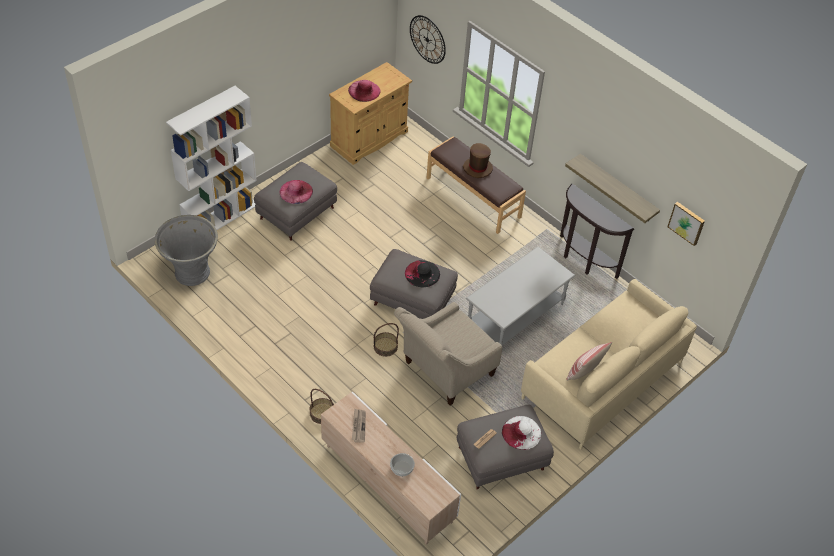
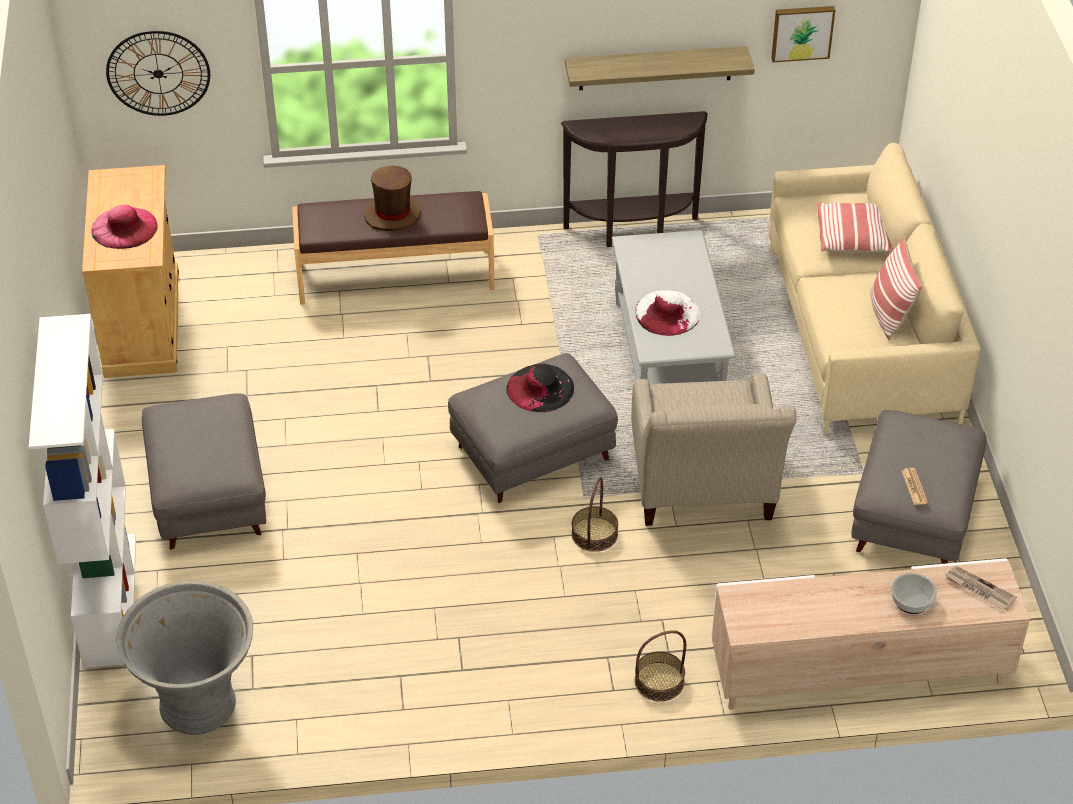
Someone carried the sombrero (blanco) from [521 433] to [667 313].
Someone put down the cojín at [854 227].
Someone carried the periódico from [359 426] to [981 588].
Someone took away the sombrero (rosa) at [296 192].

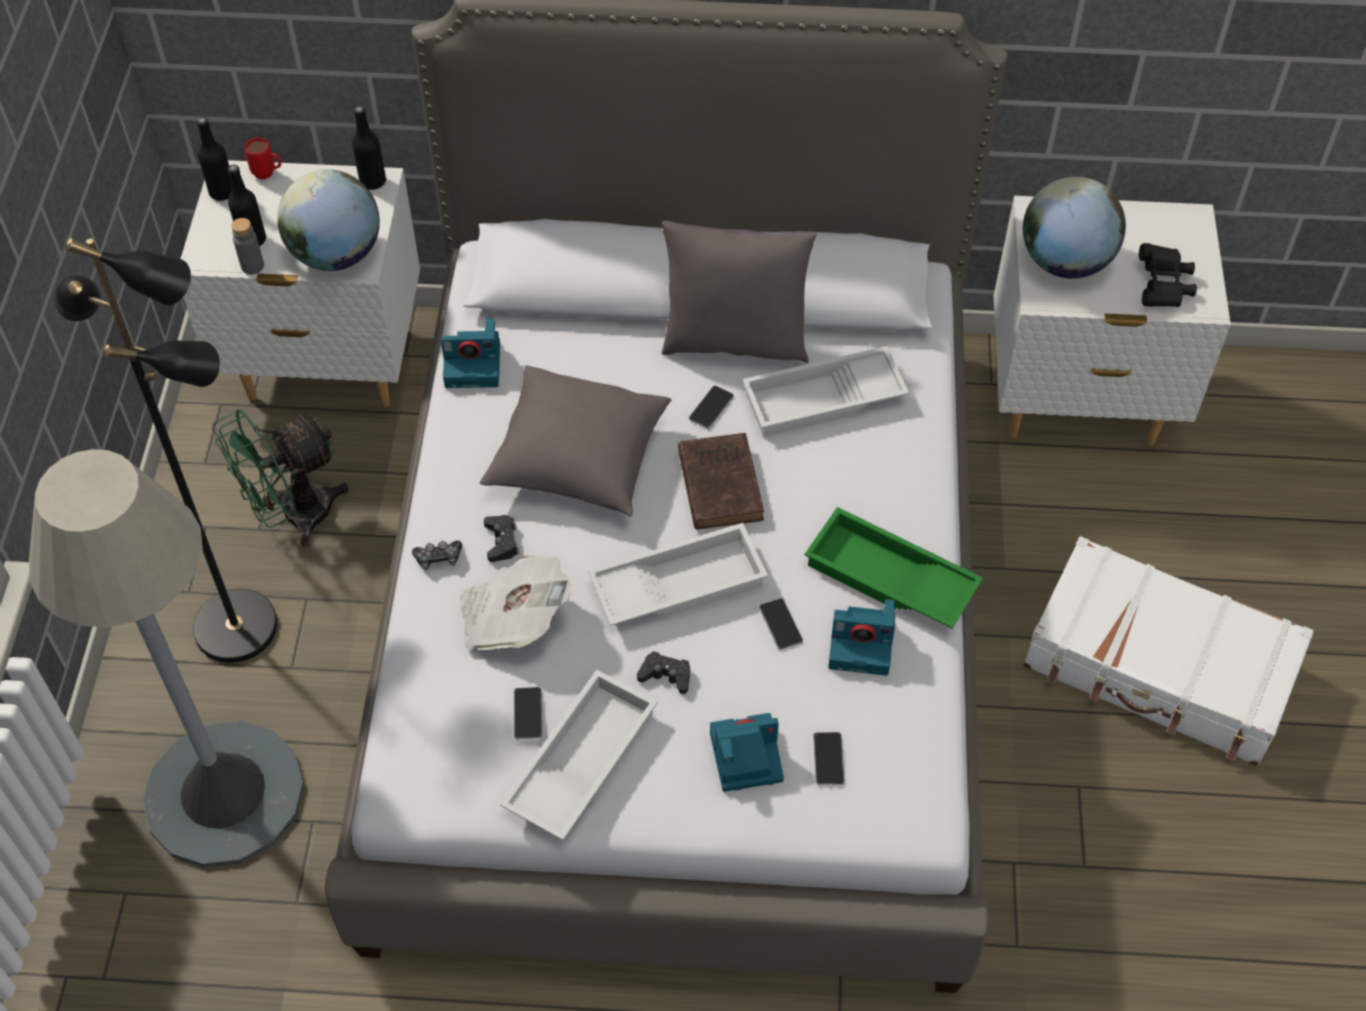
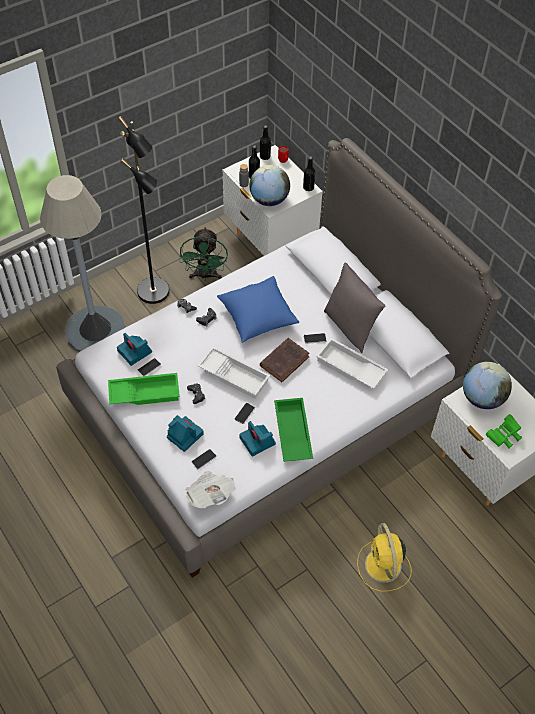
Someone repainted the bandeja (blanco) at [579 755], which became the bandeja (verde) at [144 389].
Someone carried the cámara from [470 353] to [134 349].
Someone rotated the ventilador (verde) at [280 478] by 105 degrees counterclockwise.
Someone carried the periódico from [515 602] to [210 489].
Someone repainted the cojín (gris) at [575 441], which became the cojín (azul) at [258 309].
Someone swapped the maleta (blanco) at [1169 651] for the ventilador (amarillo) at [384 557].
Someone repainted the prismáticos (negro) at [1168 275], which became the prismáticos (verde) at [504 431].

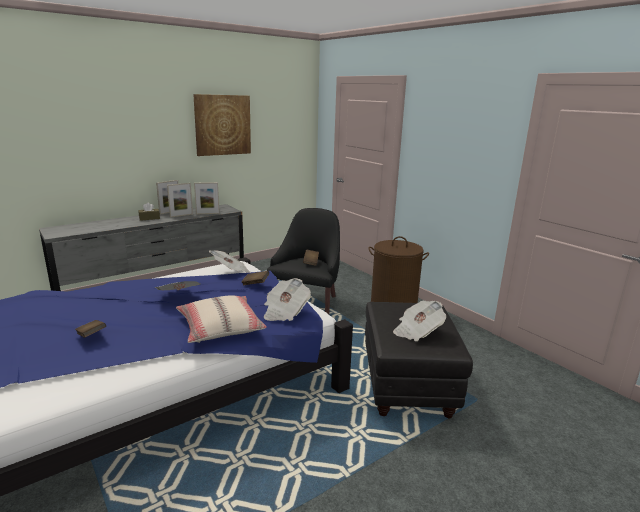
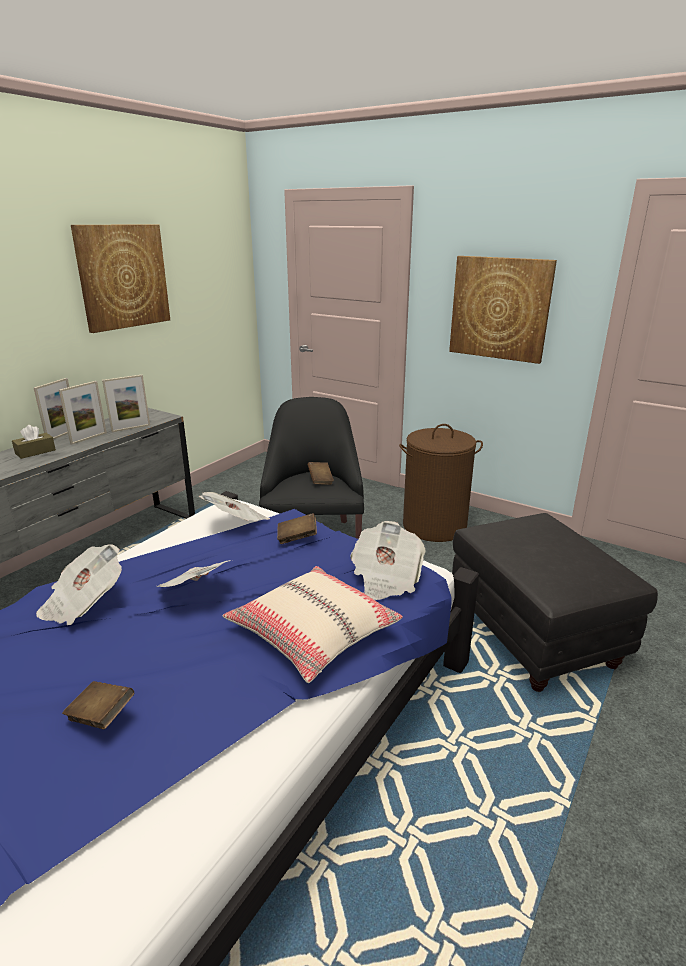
Someone carried the periódico from [419 321] to [79 584].
Someone put up the cuadro at [503 310].

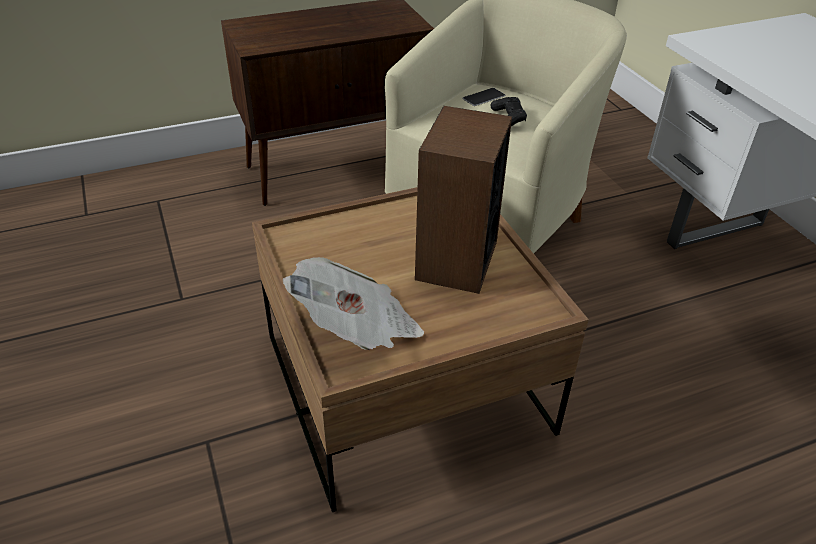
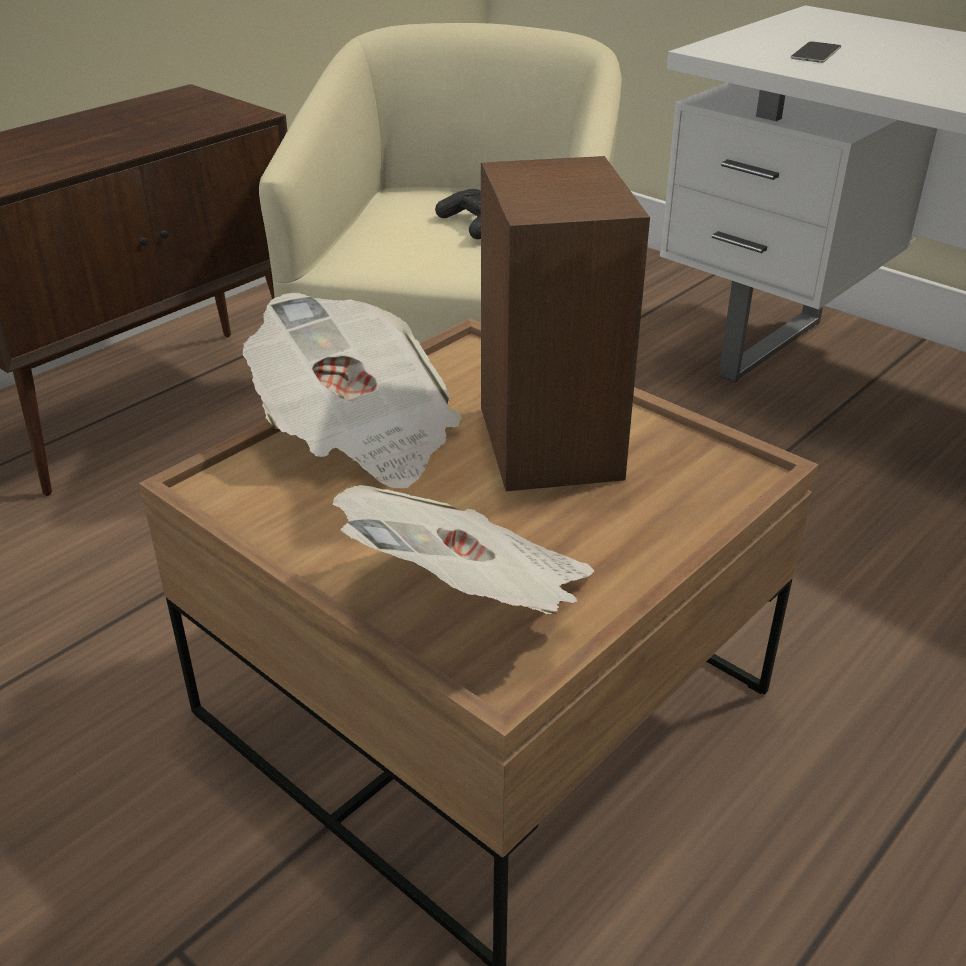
Someone put down the periódico at [352 390].
Someone carried the móvil from [484 97] to [816 52].

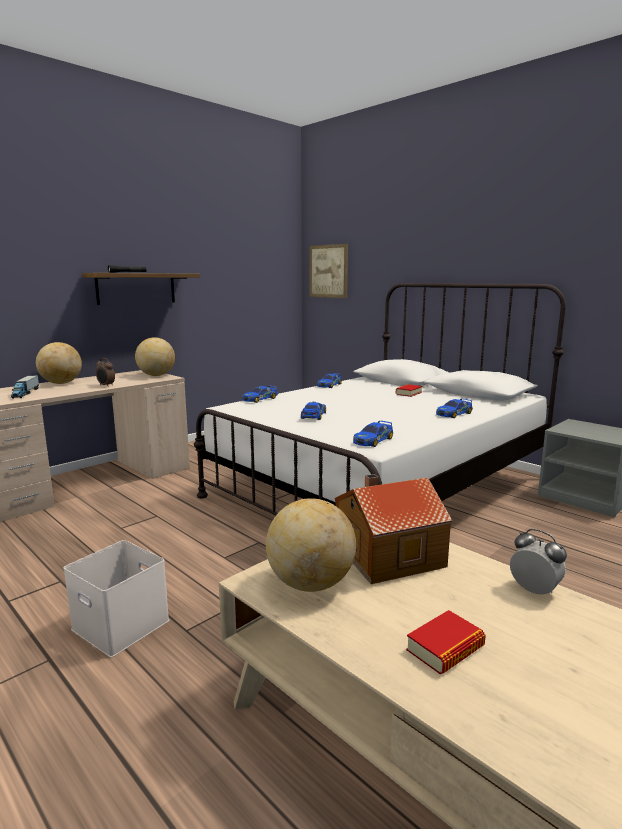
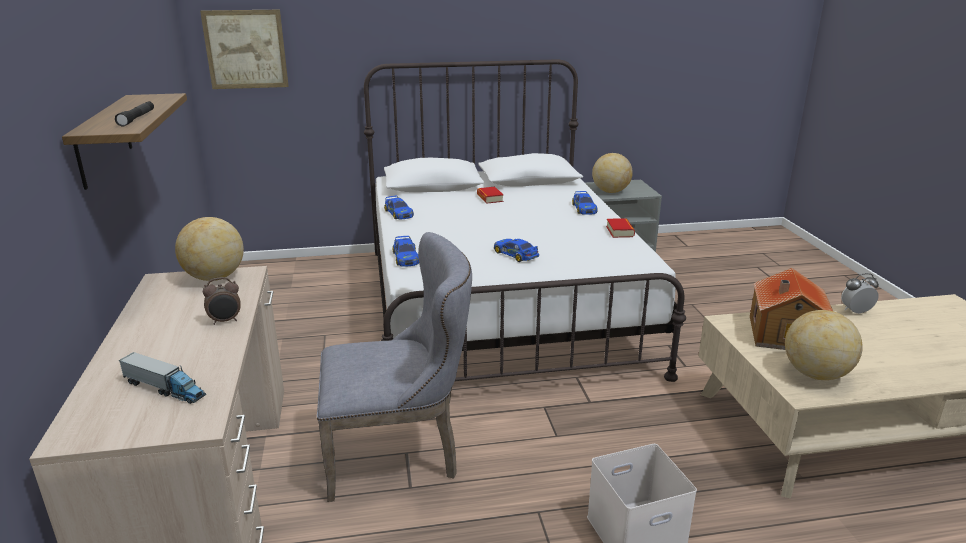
Someone put down the silla (gris) at [394 367].
Someone carried the globo terráqueo from [59 363] to [612 173].
Someone carried the libro from [446 642] to [620 228].
Someone took away the coche de juguete at [373 434].

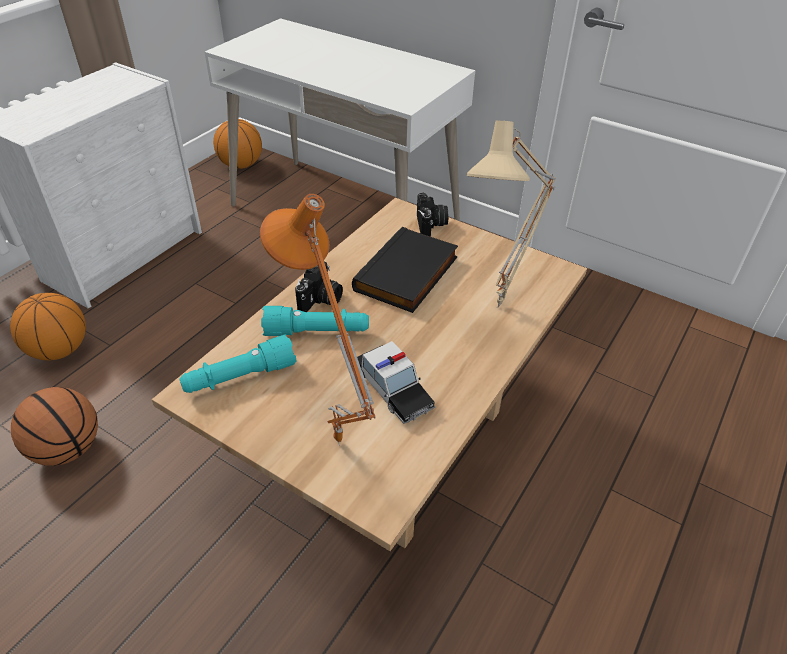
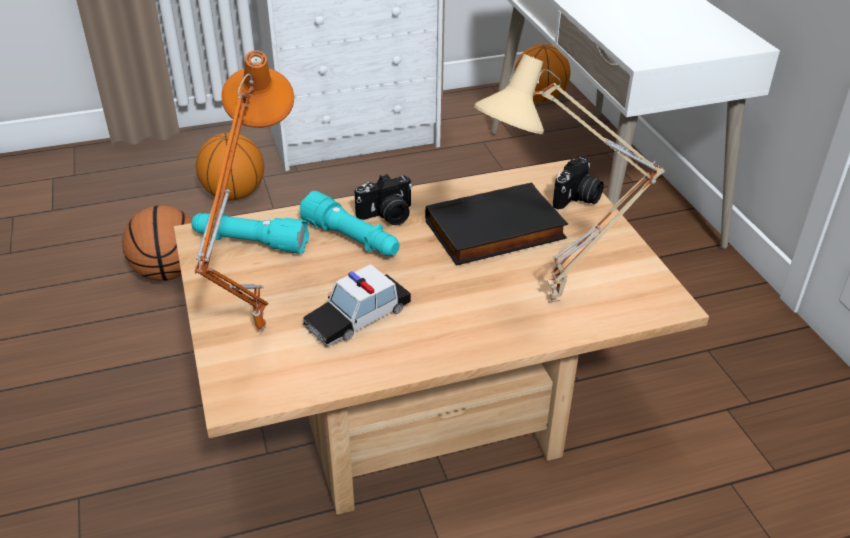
Someone rotated the coche de juguete at [396 382] by 45 degrees clockwise.

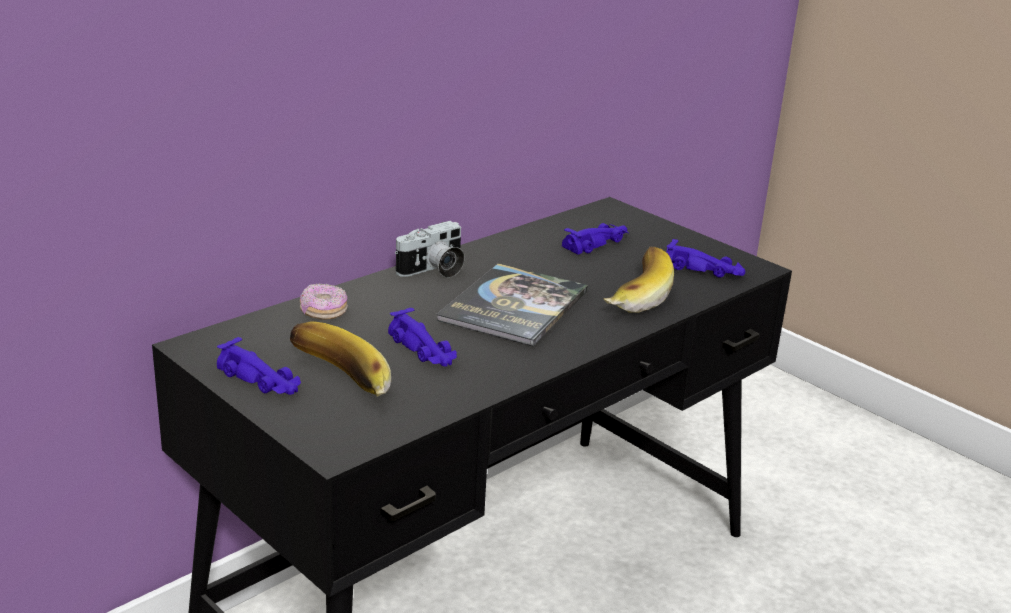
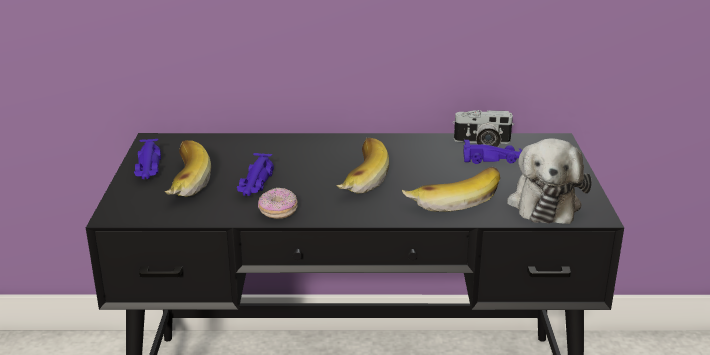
Someone carried the rosquilla from [324 302] to [278 203].
Someone swapped the libro at [512 304] for the plátano at [362 166].
Someone carried the cámara from [430 249] to [483 128].
Someone swapped the coche de juguete (morado) at [705 258] for the peluche at [549 181].

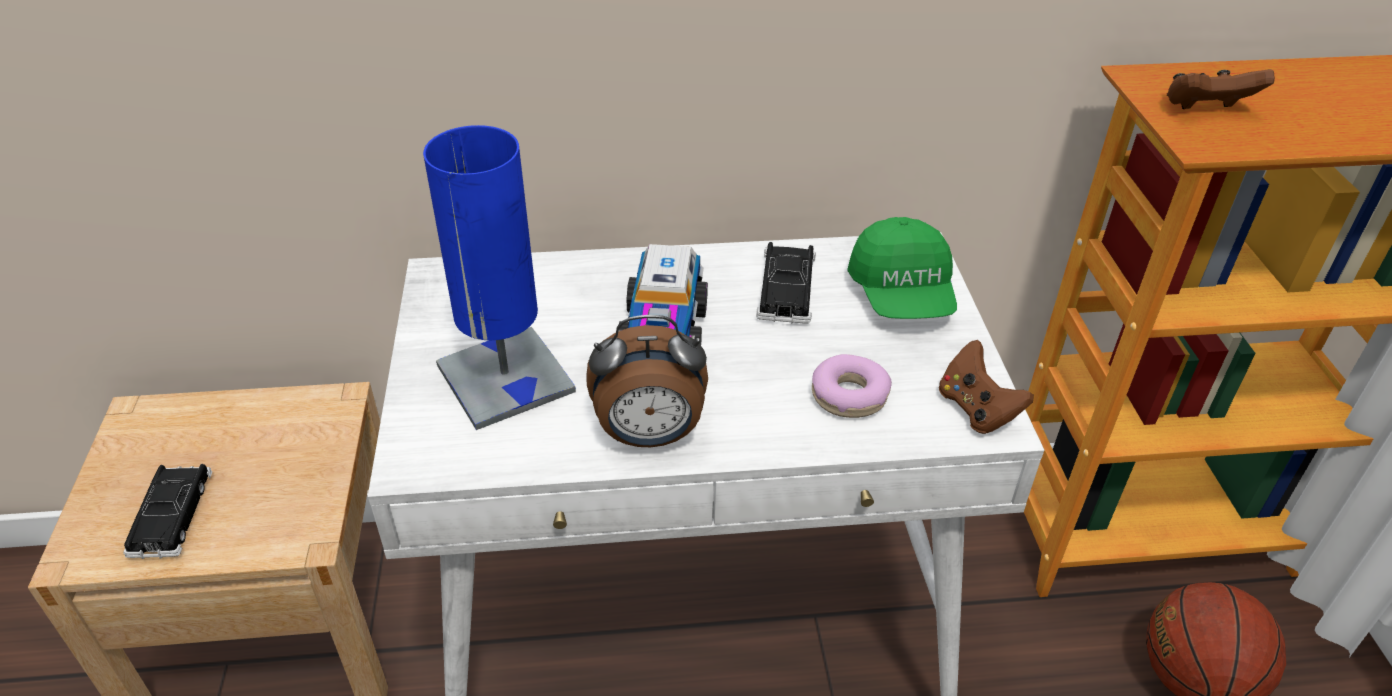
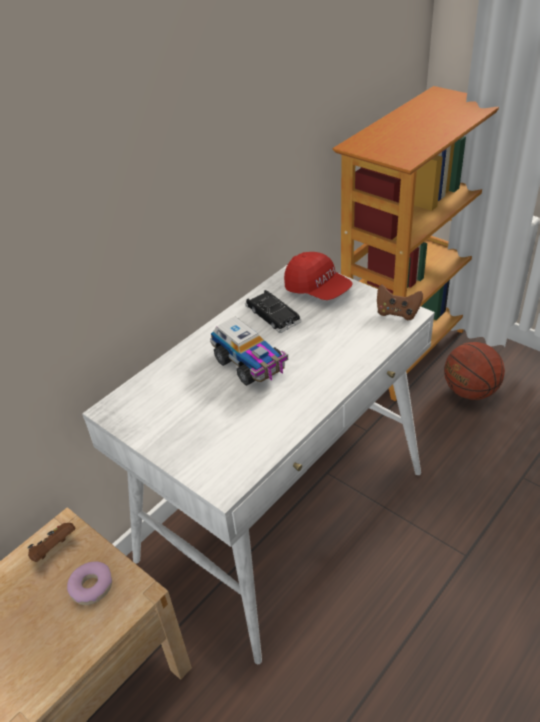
Someone carried the mando de consola (marrón) from [1221 89] to [52 542].
Someone carried the rosquilla from [852 386] to [89 583].
Someone repainted the gorra (verde) at [902 268], which became the gorra (rojo) at [318 276].
Someone took away the coche de juguete (negro) at [167 511].
Someone took away the lámpara de mesa (azul) at [499 277].
Someone took away the despertador at [647 381].

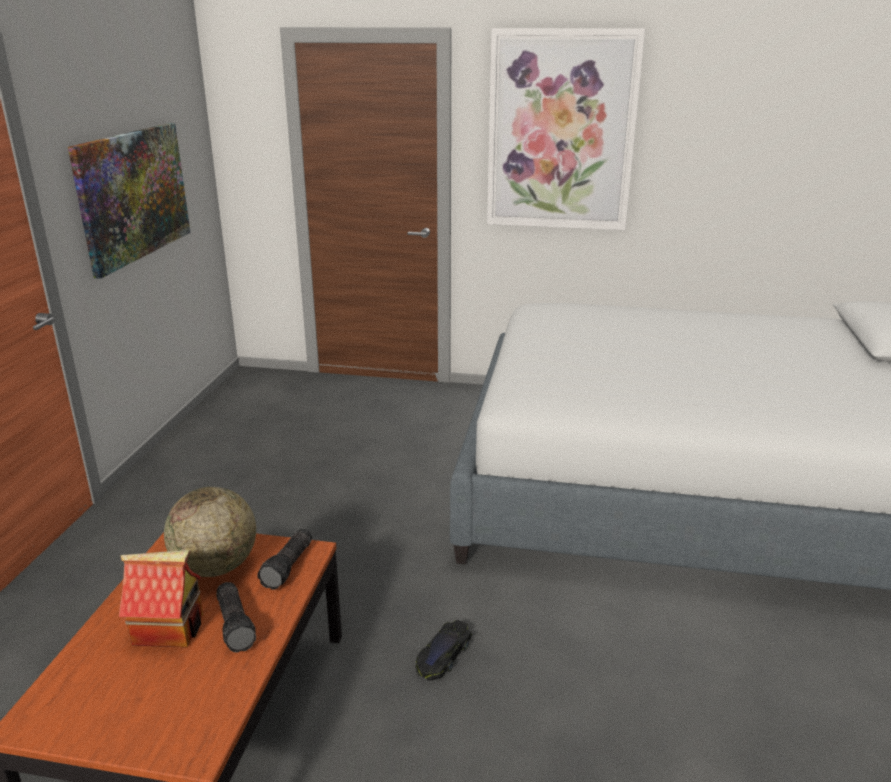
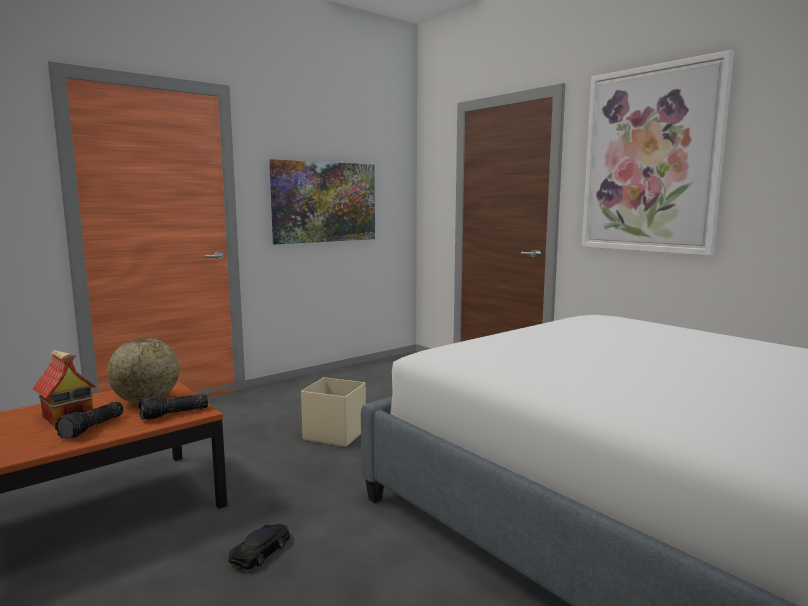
Someone rotated the coche de juguete (negro) at [443 650] by 135 degrees clockwise.
Someone put down the caja de almacenaje (beis) at [333 412].

